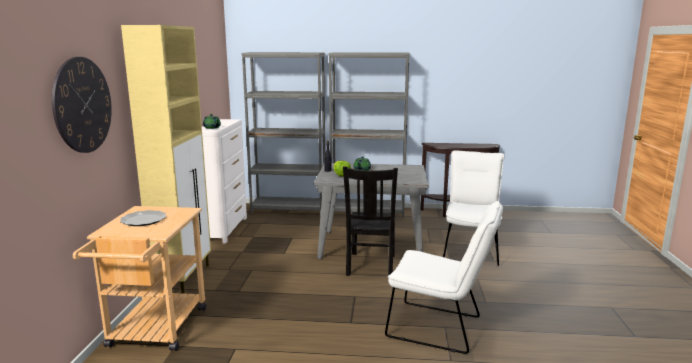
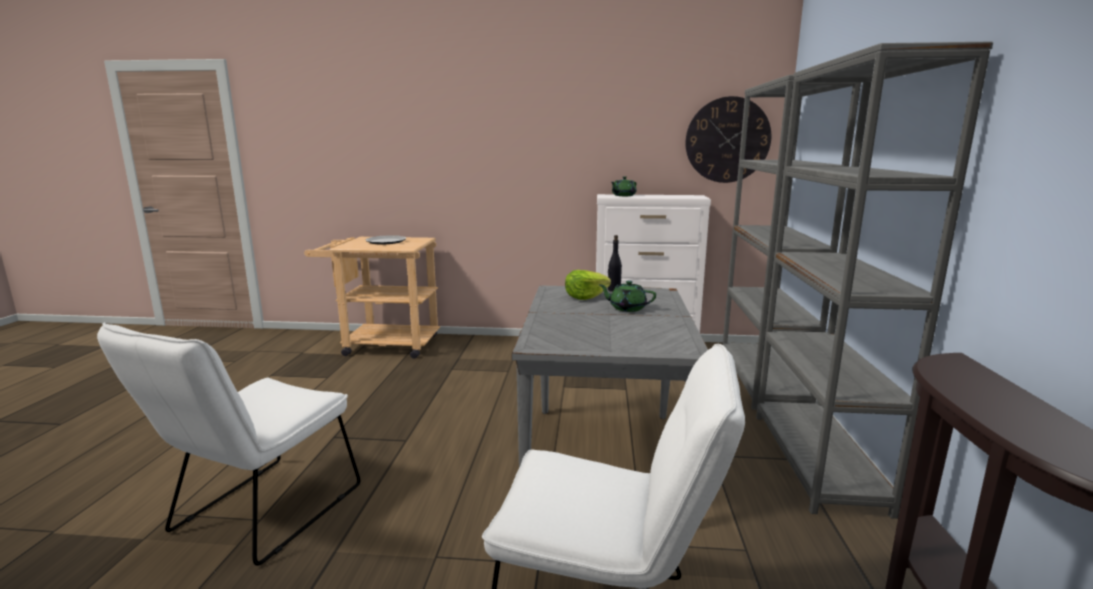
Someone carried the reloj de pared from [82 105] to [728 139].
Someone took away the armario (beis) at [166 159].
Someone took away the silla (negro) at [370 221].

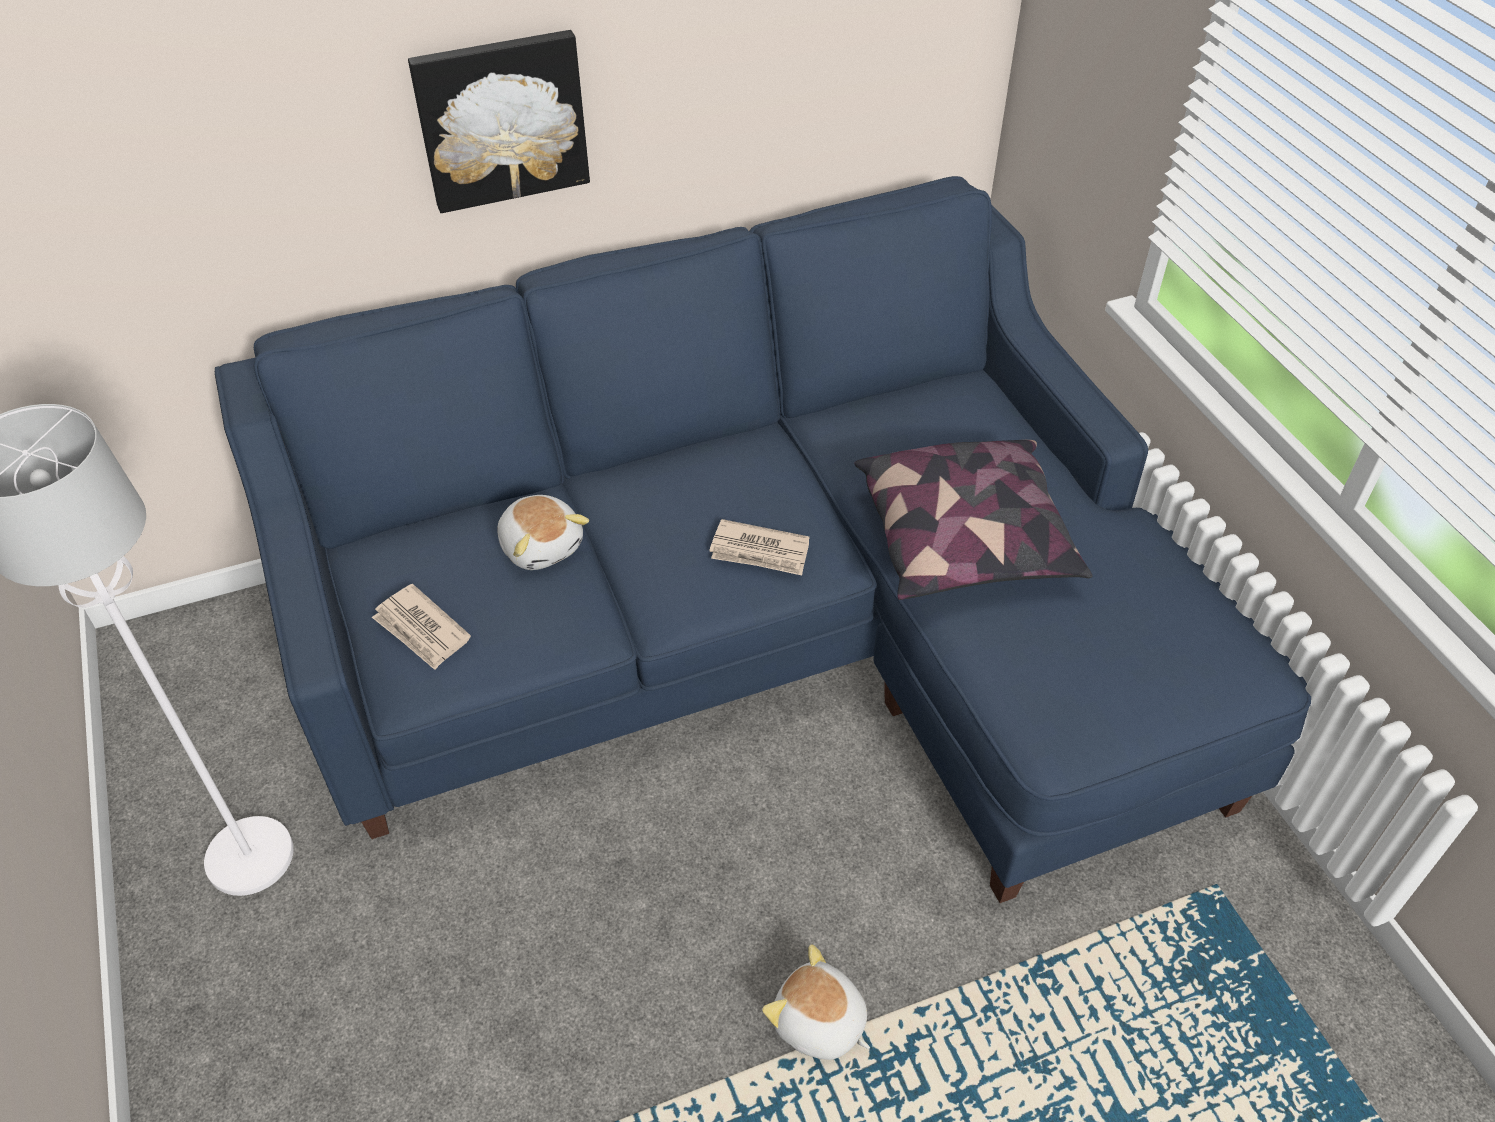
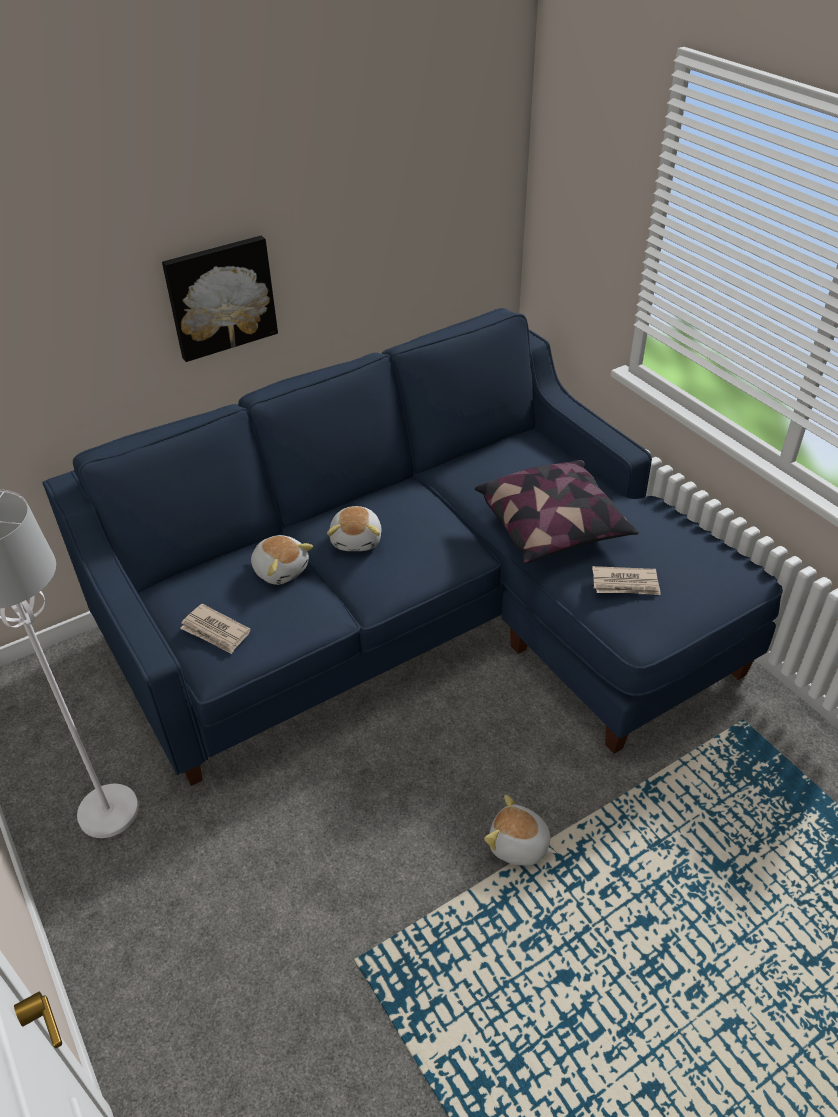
Someone put down the peluche at [354 528].
Someone carried the periódico from [759 547] to [626 580].

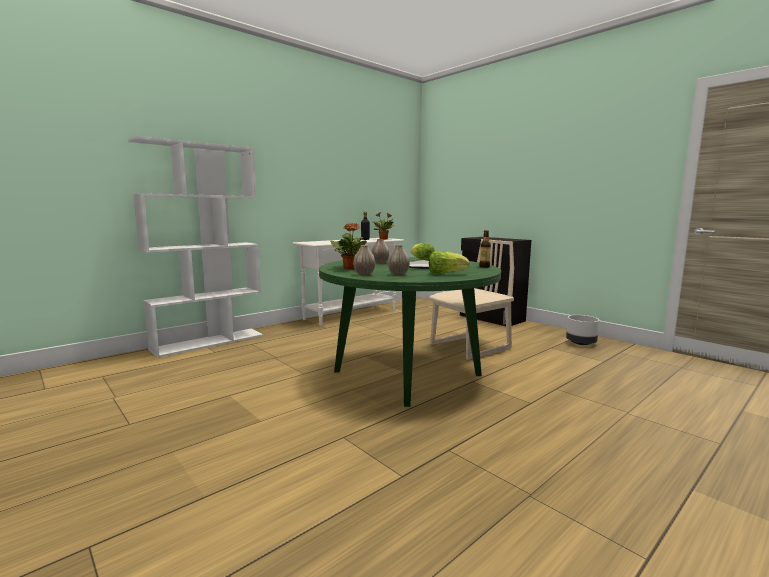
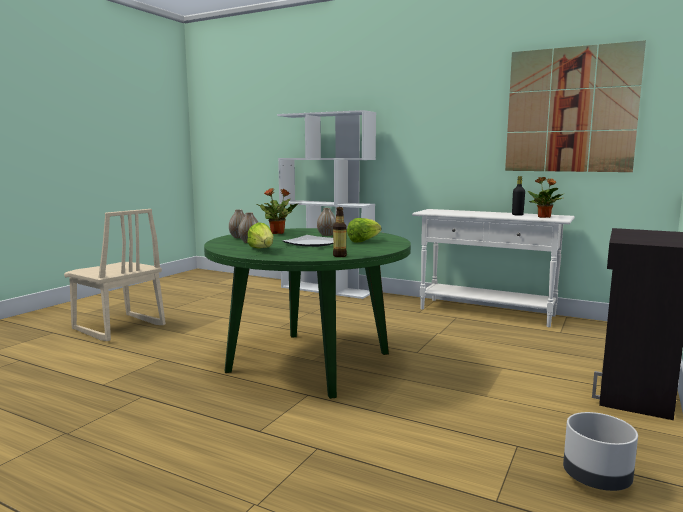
Someone carried the silla (beis) from [471 299] to [115 275].
Someone put up the cuadro at [575 106].

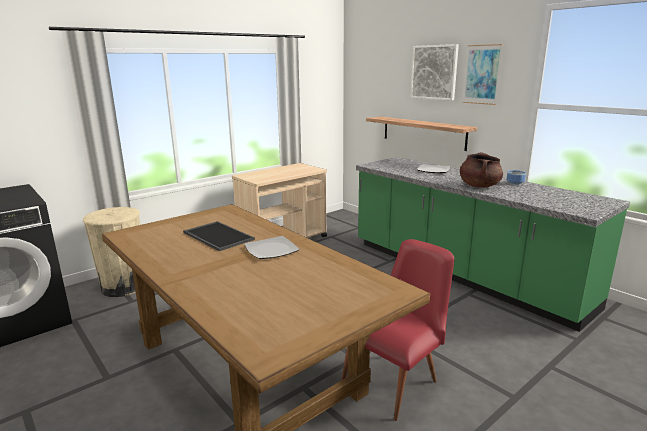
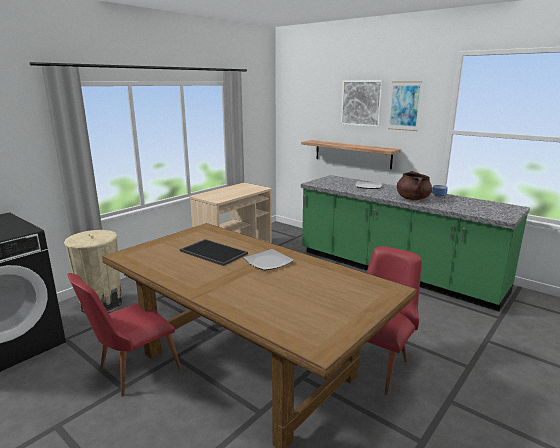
Someone put down the silla (rojo) at [124 335].

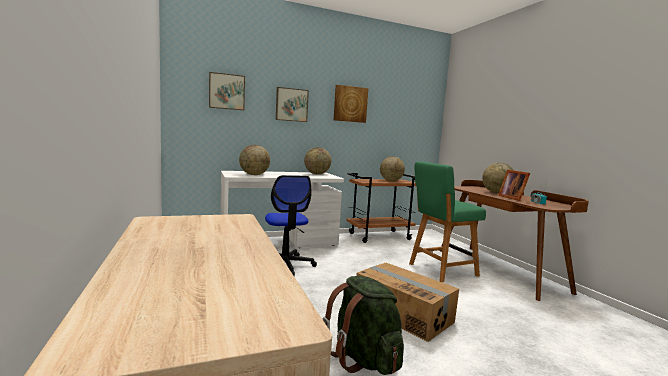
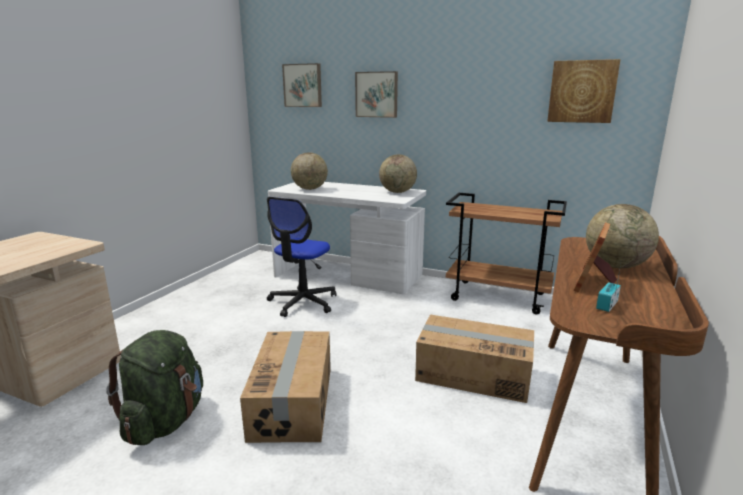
Someone swapped the silla (verde) at [447 222] for the caja de cartón at [474 359].
Someone carried the cuadro from [351 104] to [583 91].
Someone took away the globo terráqueo at [392 168].

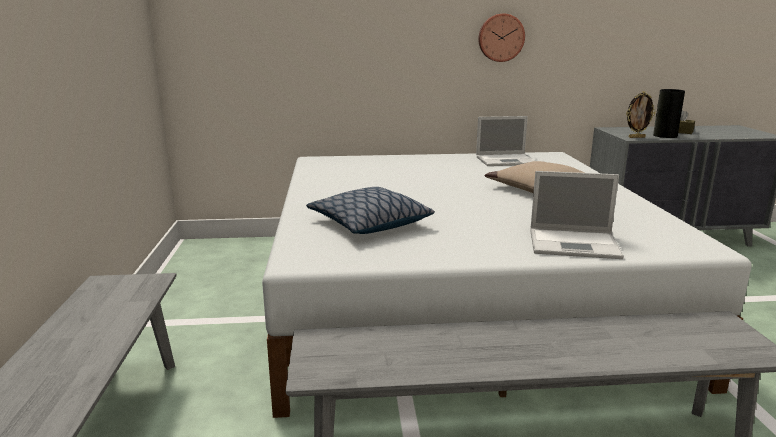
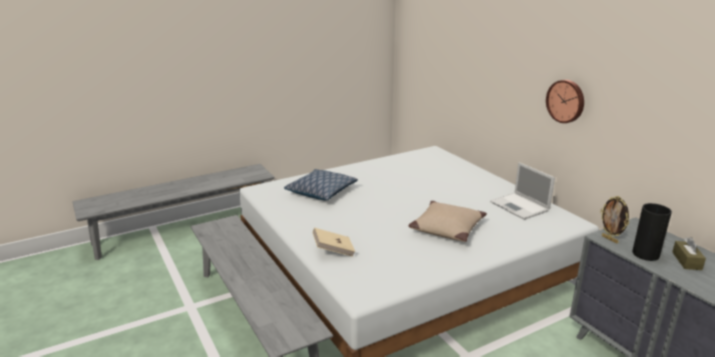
Someone swapped the portátil at [577 215] for the libro (beis) at [334 242].

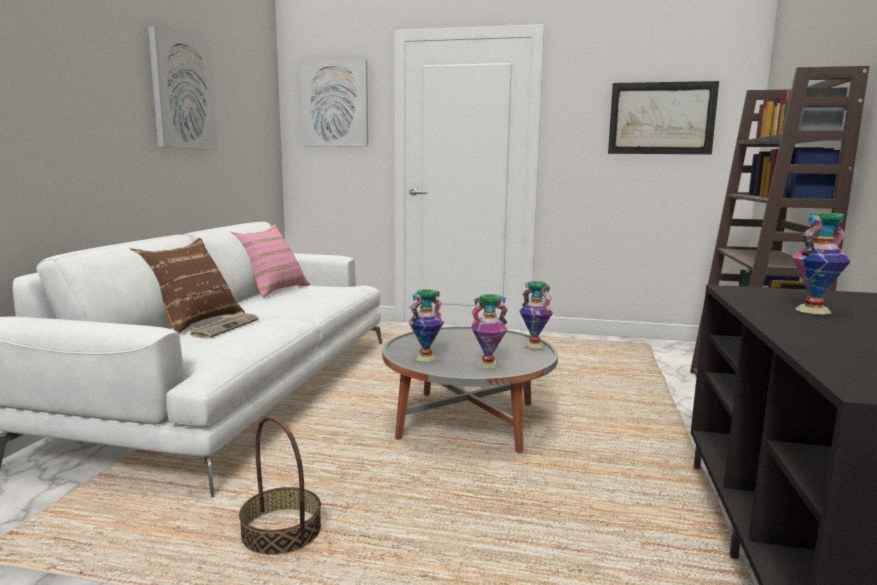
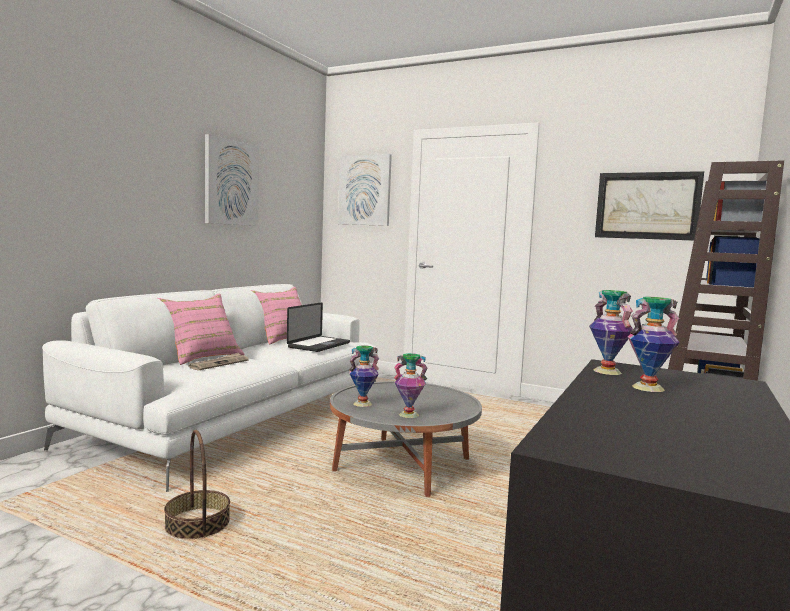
Someone repainted the cojín (marrón) at [187 285], which became the cojín (rosa) at [201 329].
Someone put down the portátil at [318 327].
Someone carried the florero from [536 315] to [611 332].

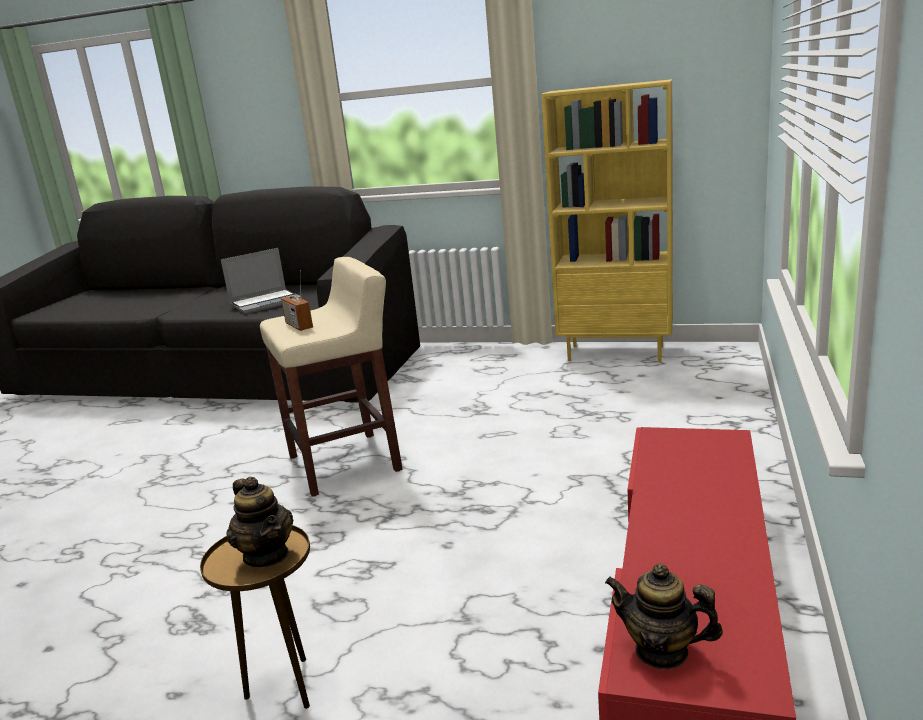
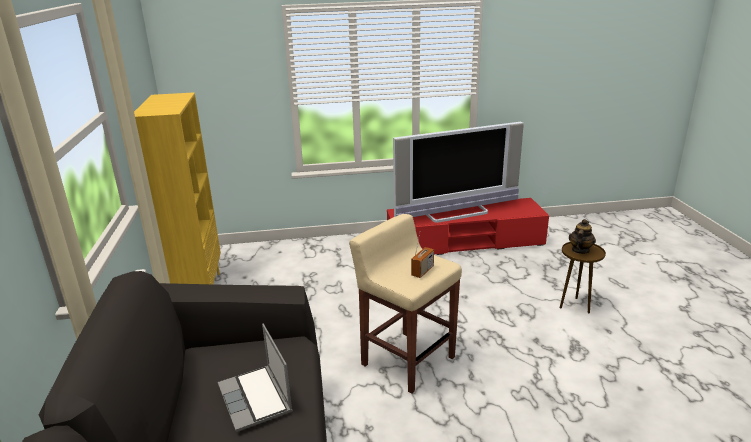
Someone rotated the portátil at [261 281] by 150 degrees counterclockwise.
Someone put down the televisor at [458 172].
Someone took away the tetera at [664 616].

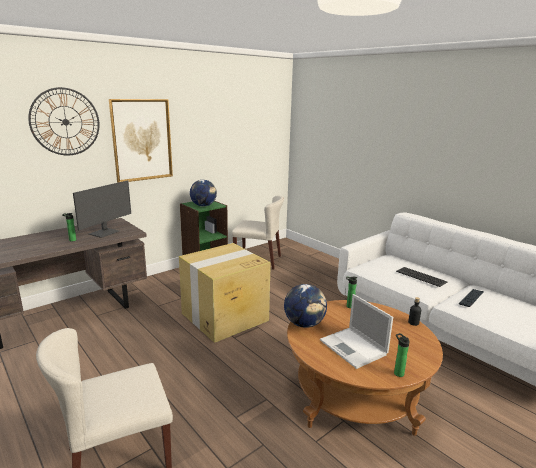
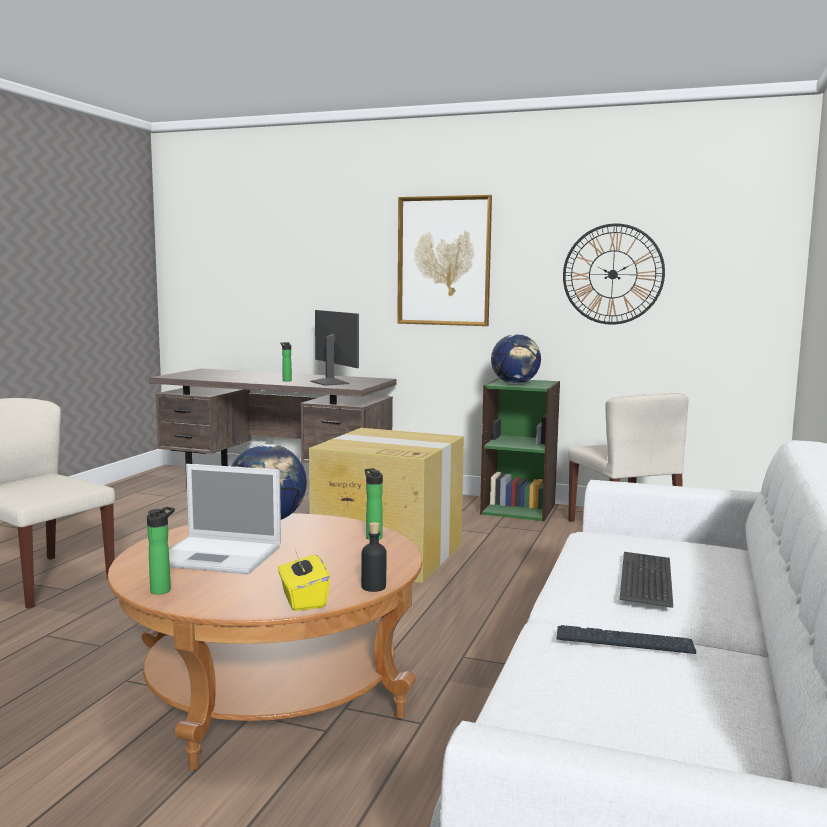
Someone rotated the portátil at [356 331] by 105 degrees counterclockwise.
Someone put down the caja de pañuelos (amarillo) at [304 579].
Someone rotated the monitor at [102 209] by 120 degrees counterclockwise.
Someone carried the reloj de pared from [64 121] to [614 274].

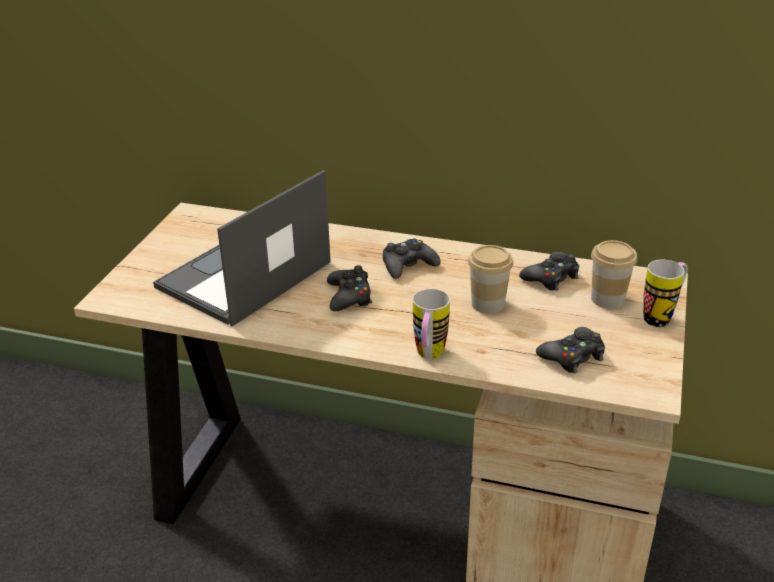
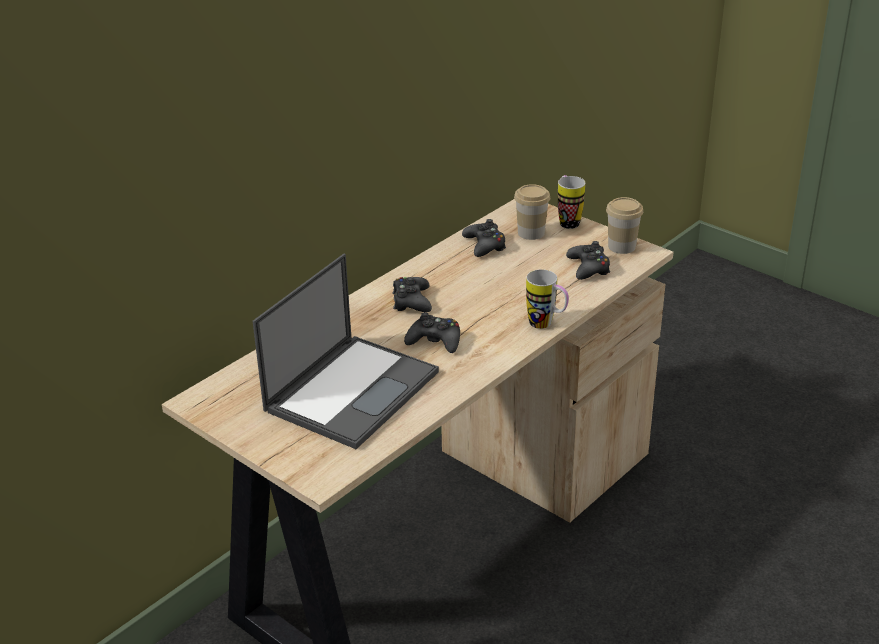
Someone rotated the portátil at [242 248] by 120 degrees counterclockwise.
Someone carried the taza from [490 279] to [624 225].

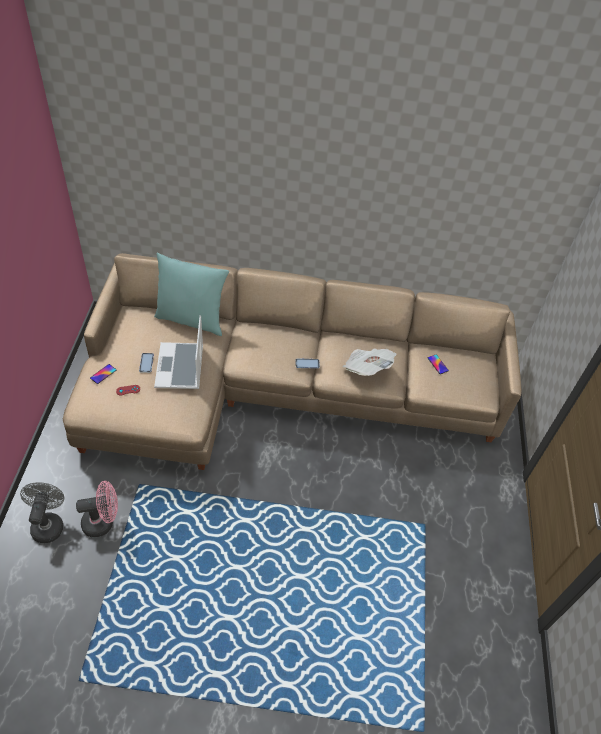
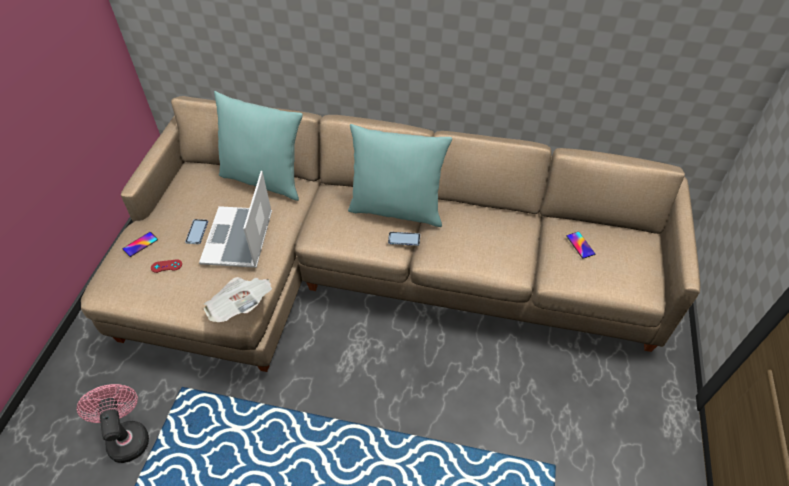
Someone rotated the ventilador (rosa) at [97 509] by 105 degrees counterclockwise.
Someone carried the periódico from [370 362] to [237 299].
Someone put down the cojín (turquesa) at [400 175].
Someone took away the ventilador (gris) at [42 512].

